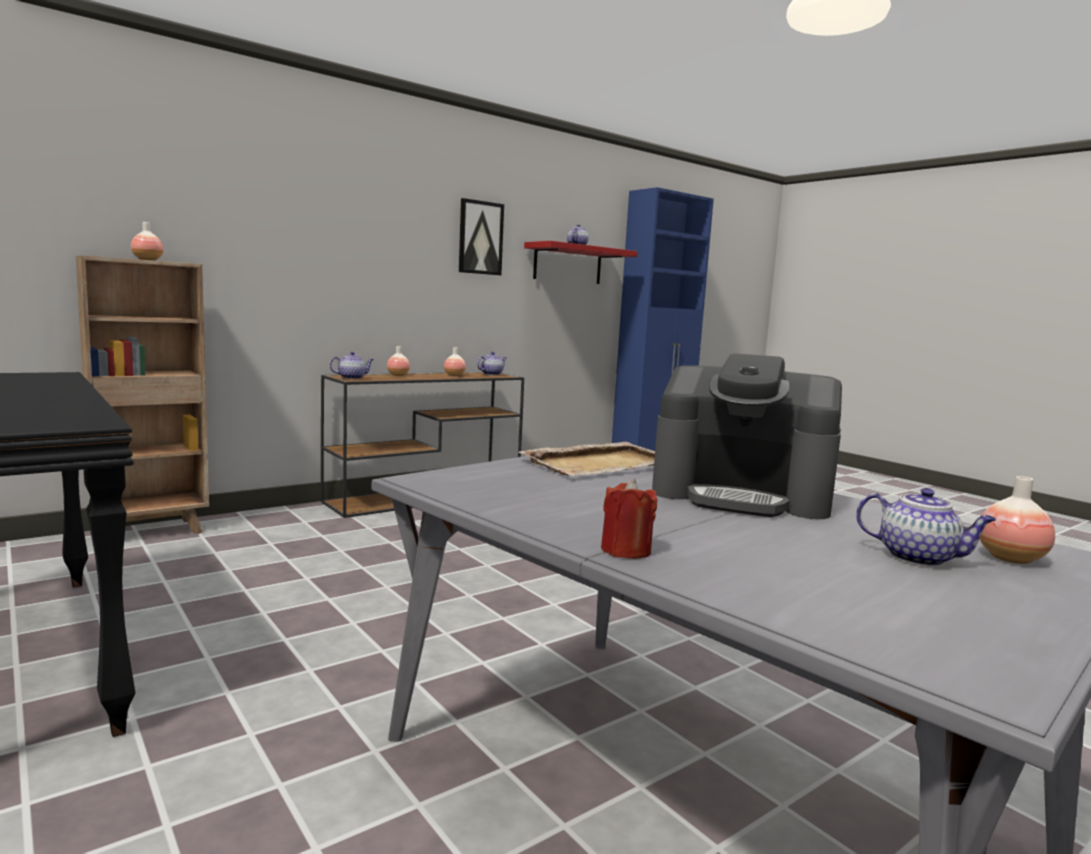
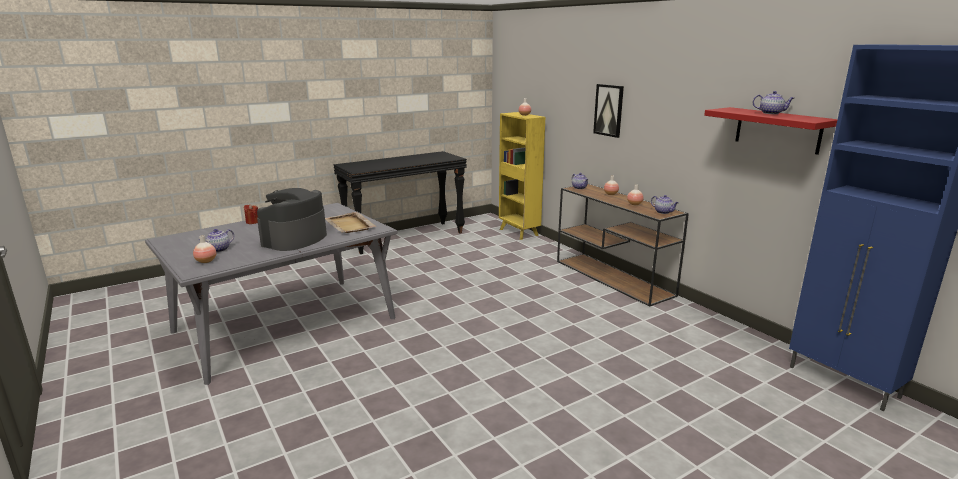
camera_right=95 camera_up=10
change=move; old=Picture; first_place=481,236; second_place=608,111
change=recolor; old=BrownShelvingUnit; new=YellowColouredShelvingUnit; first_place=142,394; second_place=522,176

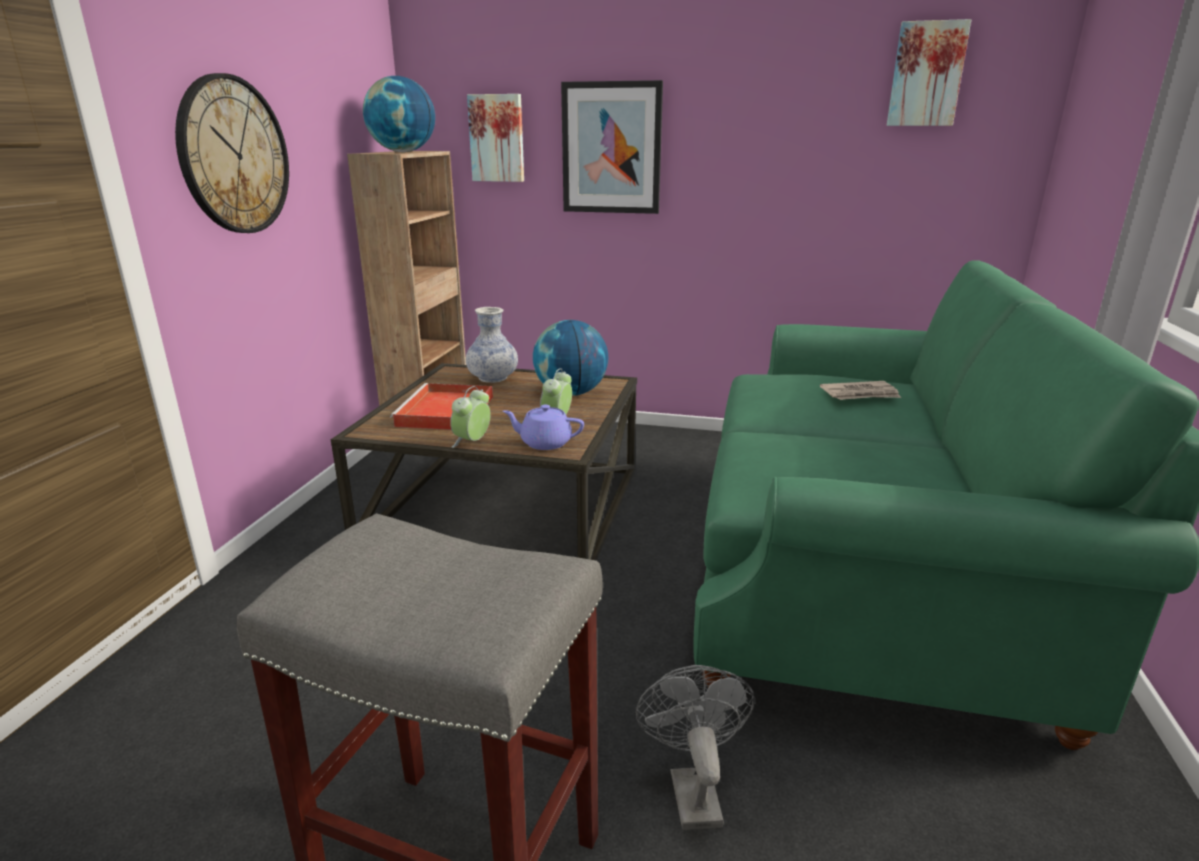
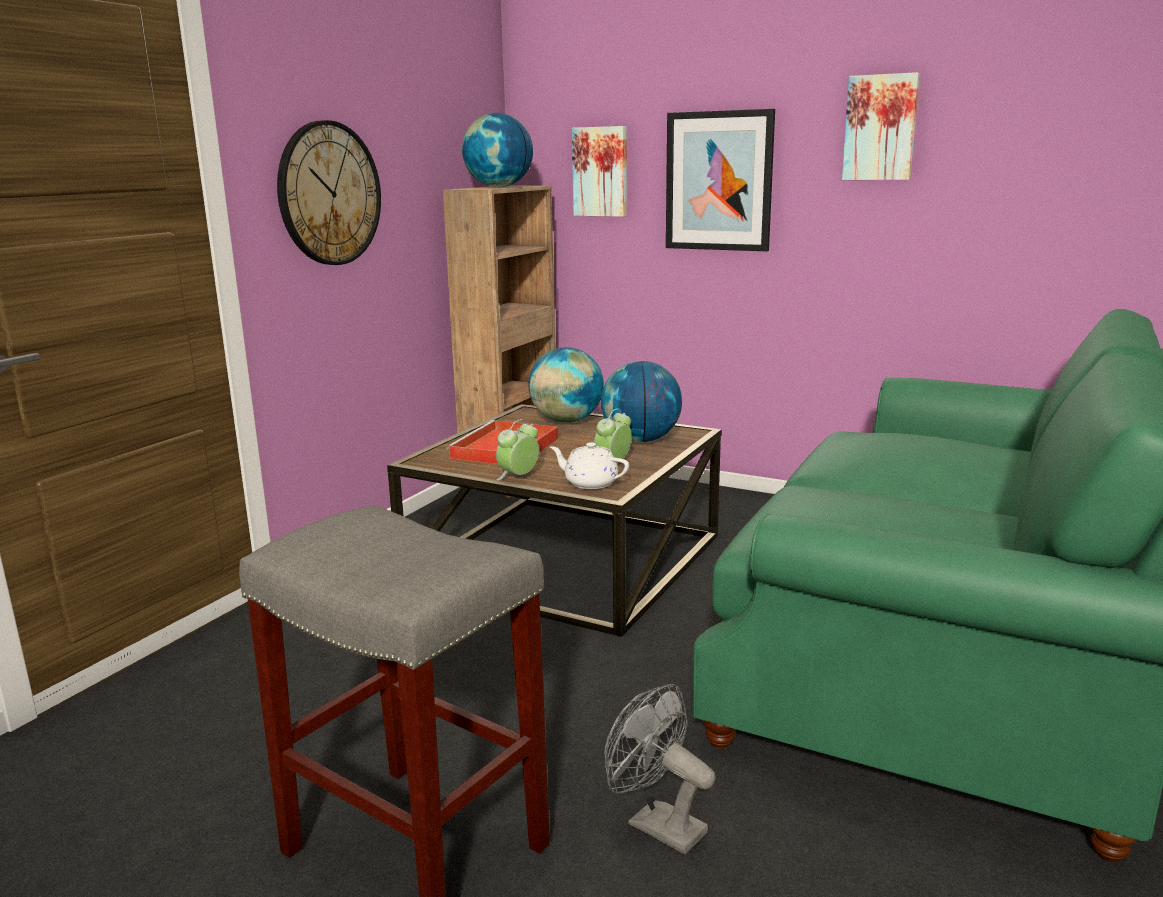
camera_right=15 camera_up=-5
change=move; old=Picture; first_place=929,72; second_place=881,126
change=replace; old=DecorativeVase; new=Globe; first_place=492,345; second_place=566,385
change=delete; old=DailyPaper; first_place=860,390
change=recolor; old=PurpleTeaPot; new=WhitishTeaPot; first_place=543,427; second_place=589,465
change=rotate; old=GreyishFan; first_place=695,747; second_place=659,769; degrees=-60

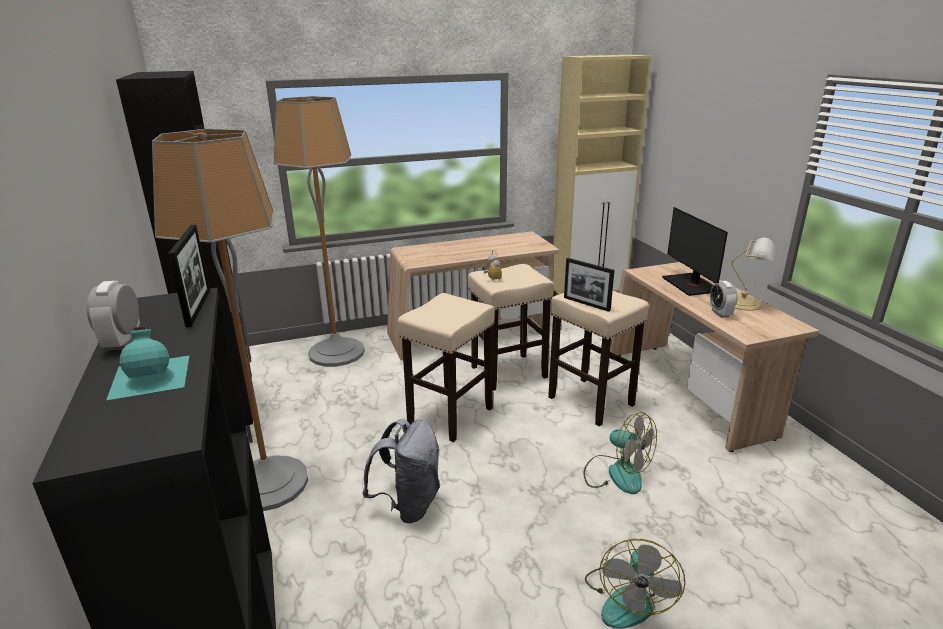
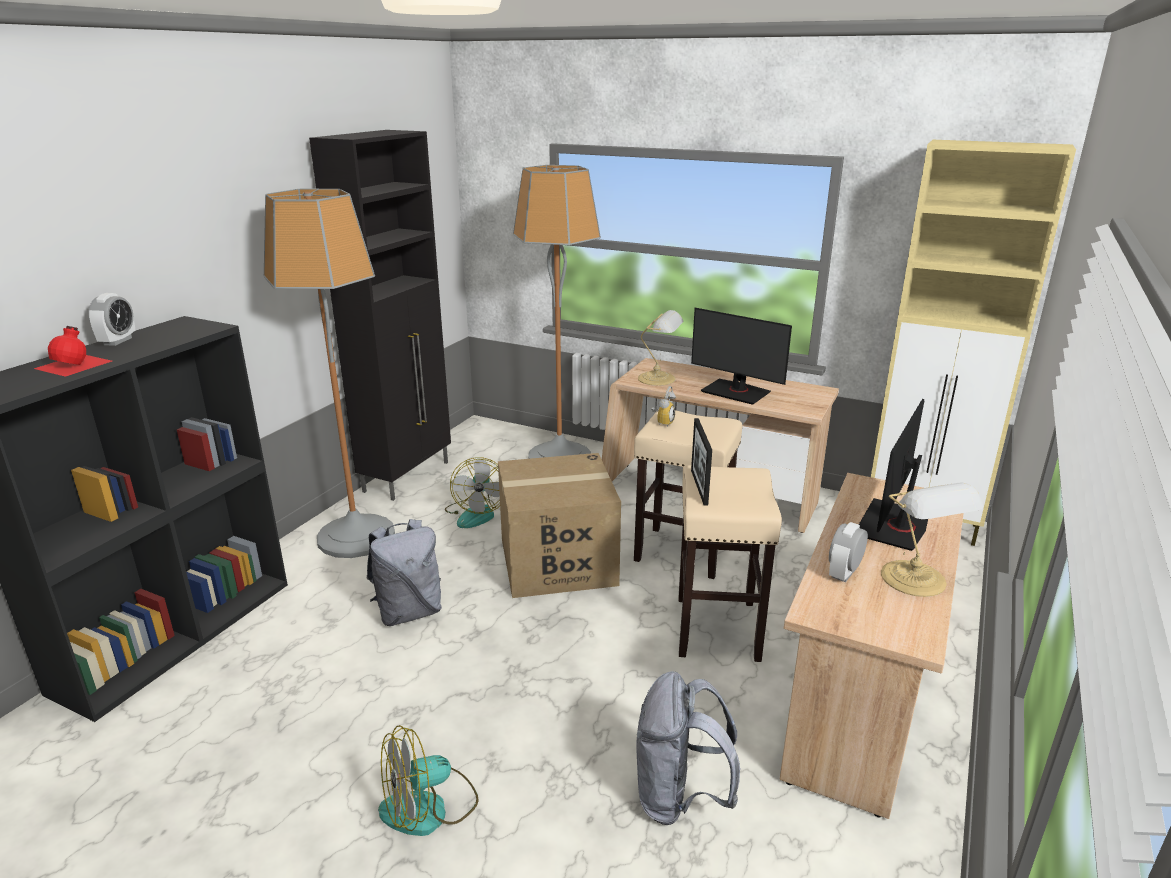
camera_right=45 camera_up=0
change=delete; old=PictureFrame; first_place=189,275
change=rotate; old=TableClock; first_place=113,315; second_place=111,319; degrees=150
change=replace; old=BeigeStool; new=Carton; first_place=446,367; second_place=559,525
change=recolor; old=TurquoiseBottle; new=RedBottle; first_place=147,363; second_place=73,351
change=move; old=Fan; first_place=620,453; second_place=472,492
change=insert; new=ComputerDisplay; second_place=741,356
change=insert; new=LampForATable; second_place=660,348
change=insert; new=GreyishRucksack; second_place=688,748

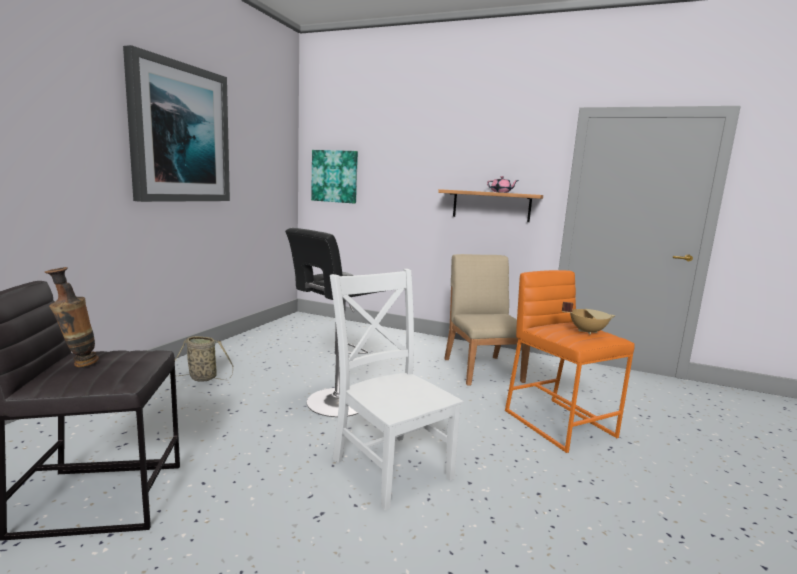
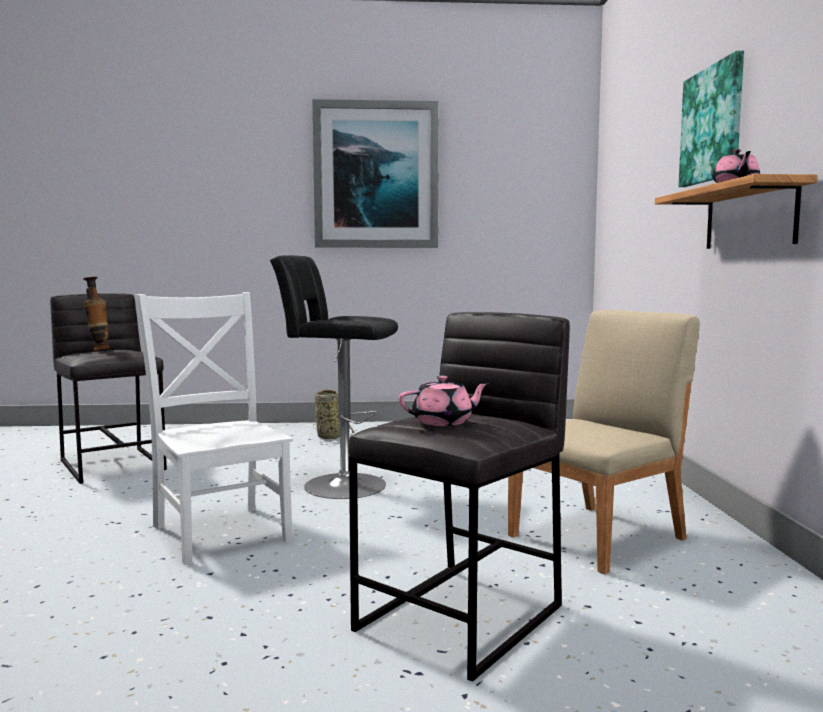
camera_right=65 camera_up=-5
change=move; old=Picture; first_place=334,176; second_place=711,119
change=rotate; old=WhitishChair; first_place=396,389; second_place=214,428; degrees=-60
change=recolor; old=OrangeyStool; new=GreyishStool; first_place=570,361; second_place=459,497
change=replace; old=BeigeCookingPot; new=PinkishTeaPot; first_place=588,318; second_place=444,400

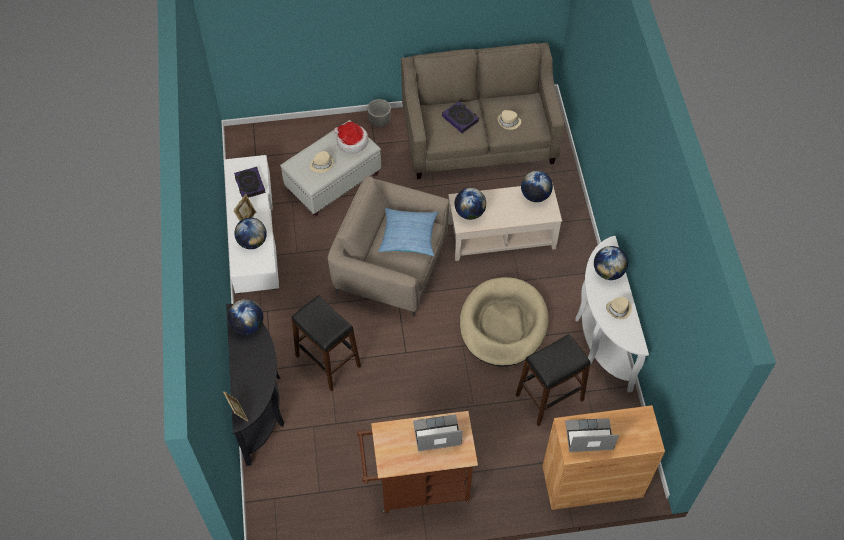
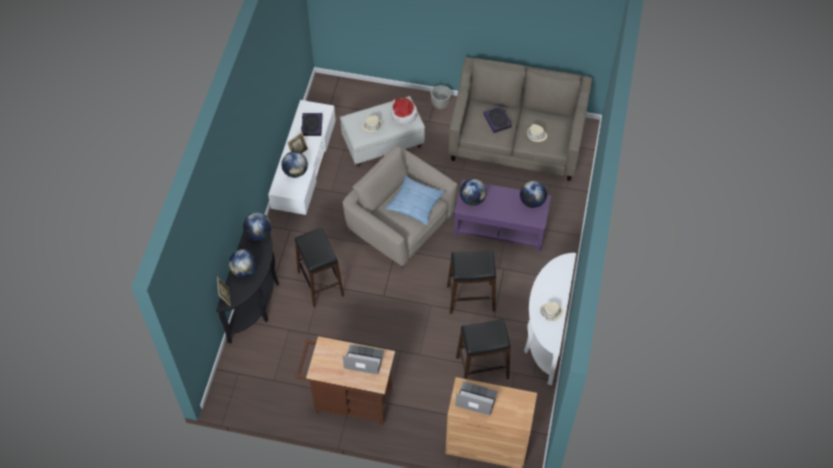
camera_right=20 camera_up=0
change=recolor; old=BeigeLowTable; new=PurpleLowTable; first_place=505,222; second_place=502,216
change=move; old=Globe; first_place=611,263; second_place=243,263
change=replace; old=BeigePetBed; new=BlackColouredStool; first_place=504,321; second_place=471,282

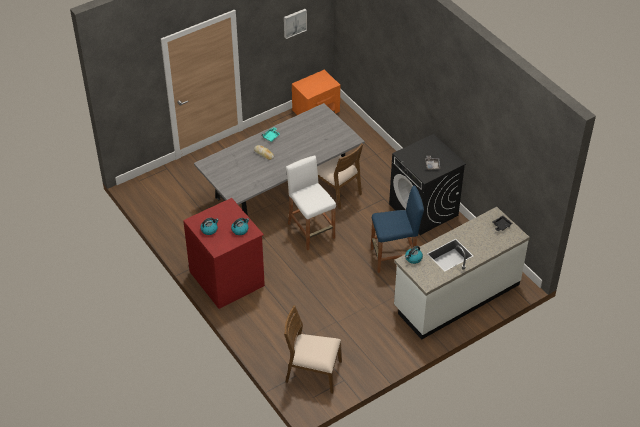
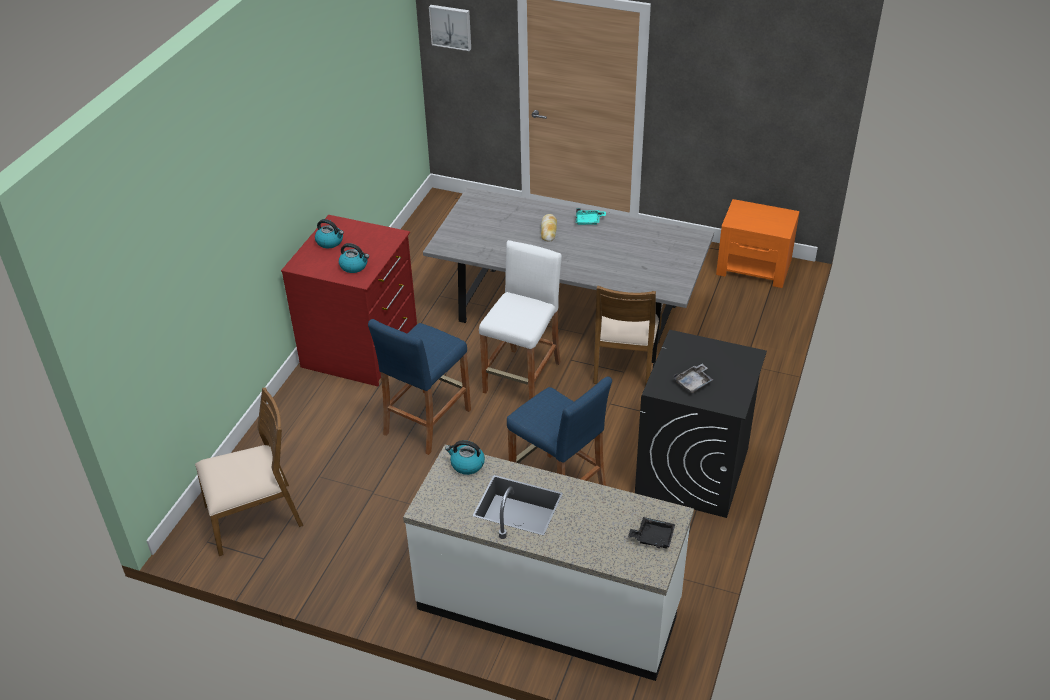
camera_right=55 camera_up=-5
change=move; old=Picture; first_place=295,24; second_place=450,28
change=rotate; old=BrownChair; first_place=313,350; second_place=249,472; degrees=90
change=insert; new=BlueColouredStool; second_place=419,387

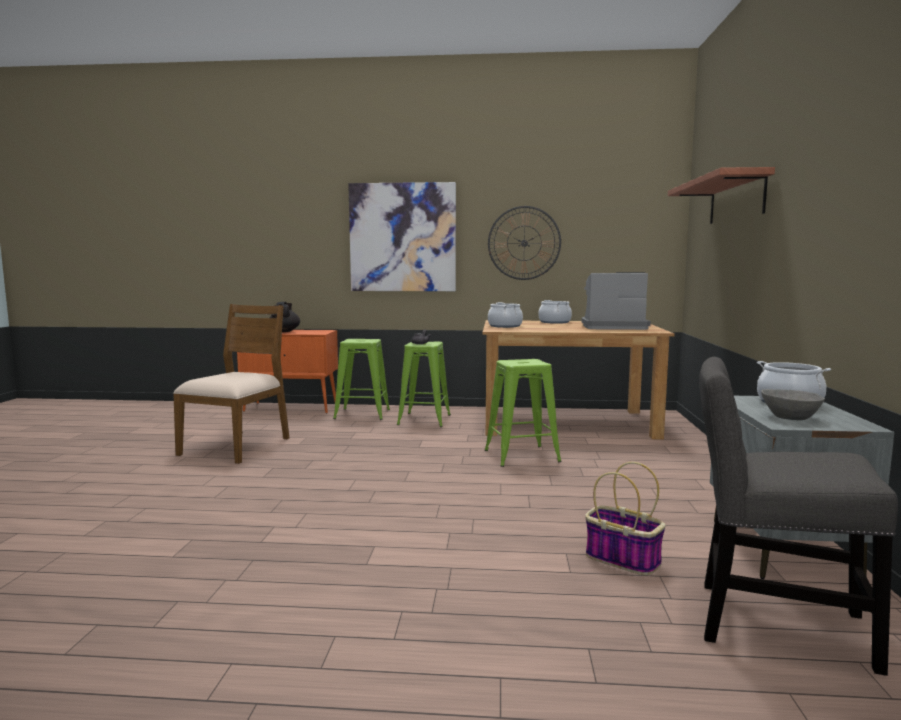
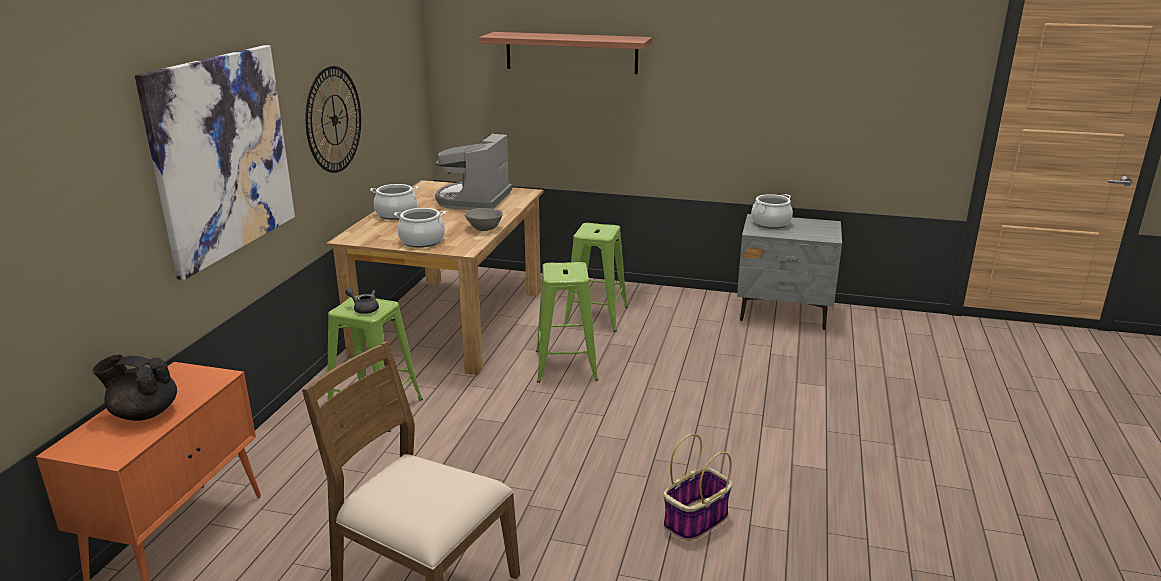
camera_right=-80 camera_up=15
change=move; old=GreenColouredStool; first_place=361,379; second_place=595,277
change=delete; old=GreyishChair; first_place=798,516
change=move; old=GreyishServingBowl; first_place=793,404; second_place=484,219
change=move; old=StorageBasket; first_place=625,518; second_place=698,487

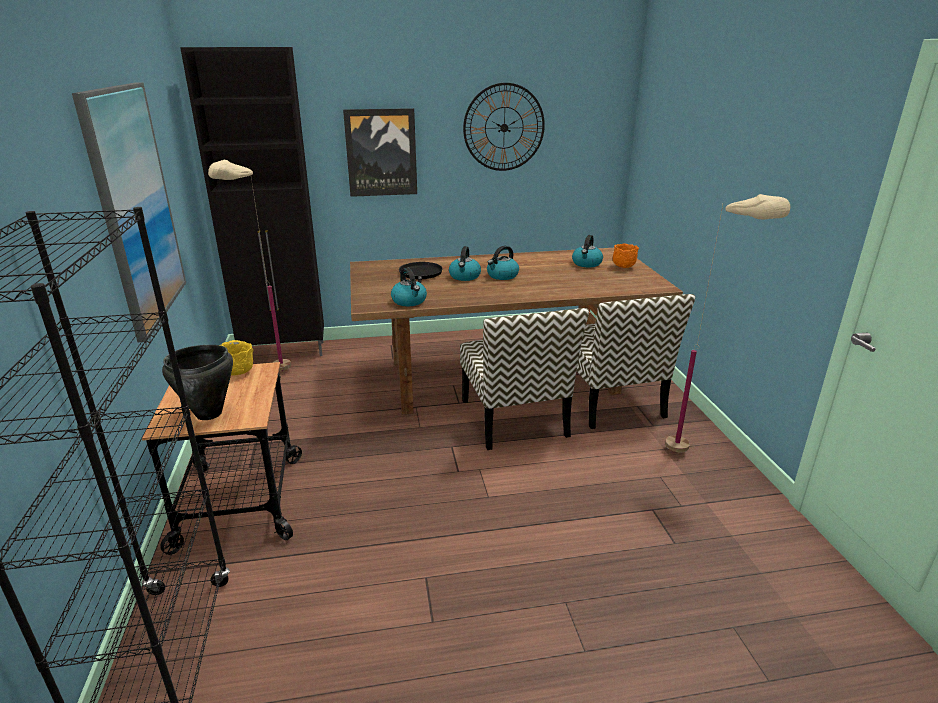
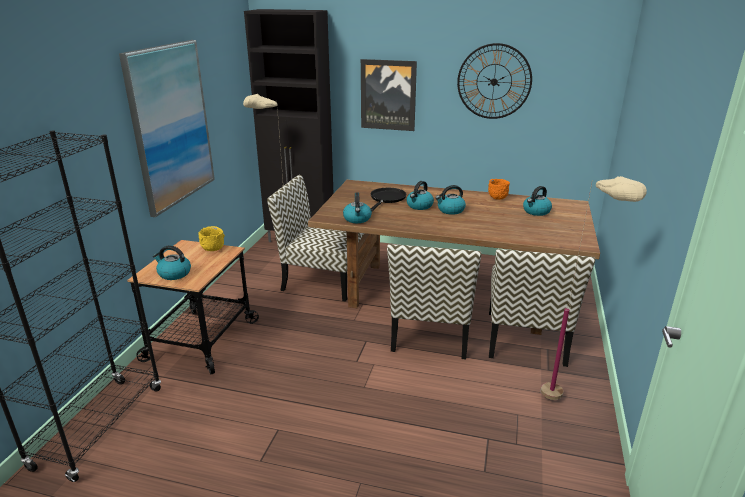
camera_right=25 camera_up=0
change=move; old=OrangeyServingBowl; first_place=626,256; second_place=499,189
change=replace; old=BlackColouredCookingPot; new=Kettle; first_place=197,382; second_place=172,262
change=insert; new=Chair; second_place=315,238

